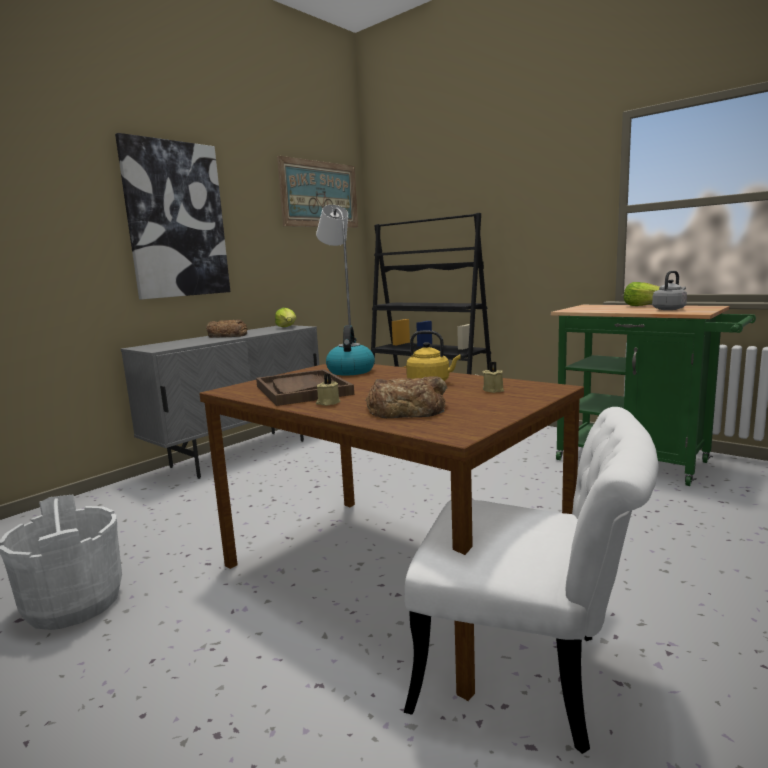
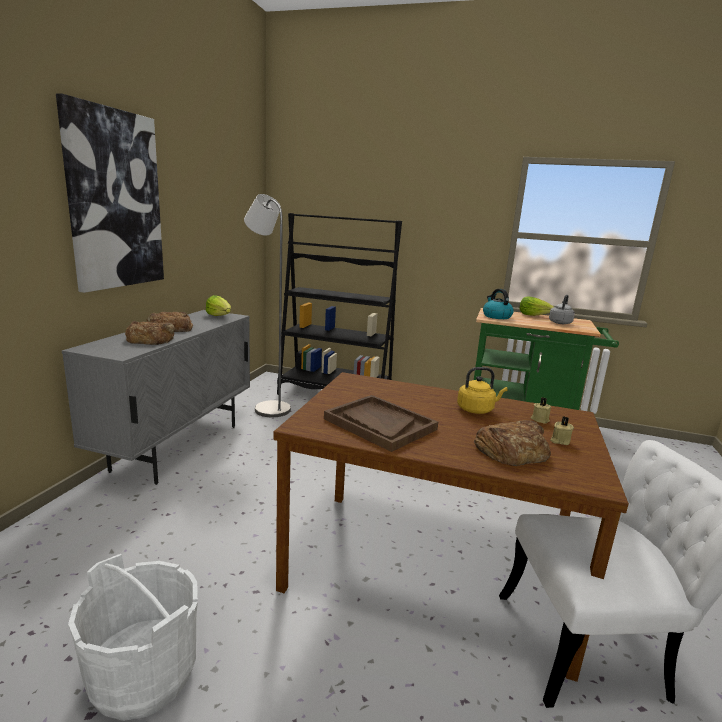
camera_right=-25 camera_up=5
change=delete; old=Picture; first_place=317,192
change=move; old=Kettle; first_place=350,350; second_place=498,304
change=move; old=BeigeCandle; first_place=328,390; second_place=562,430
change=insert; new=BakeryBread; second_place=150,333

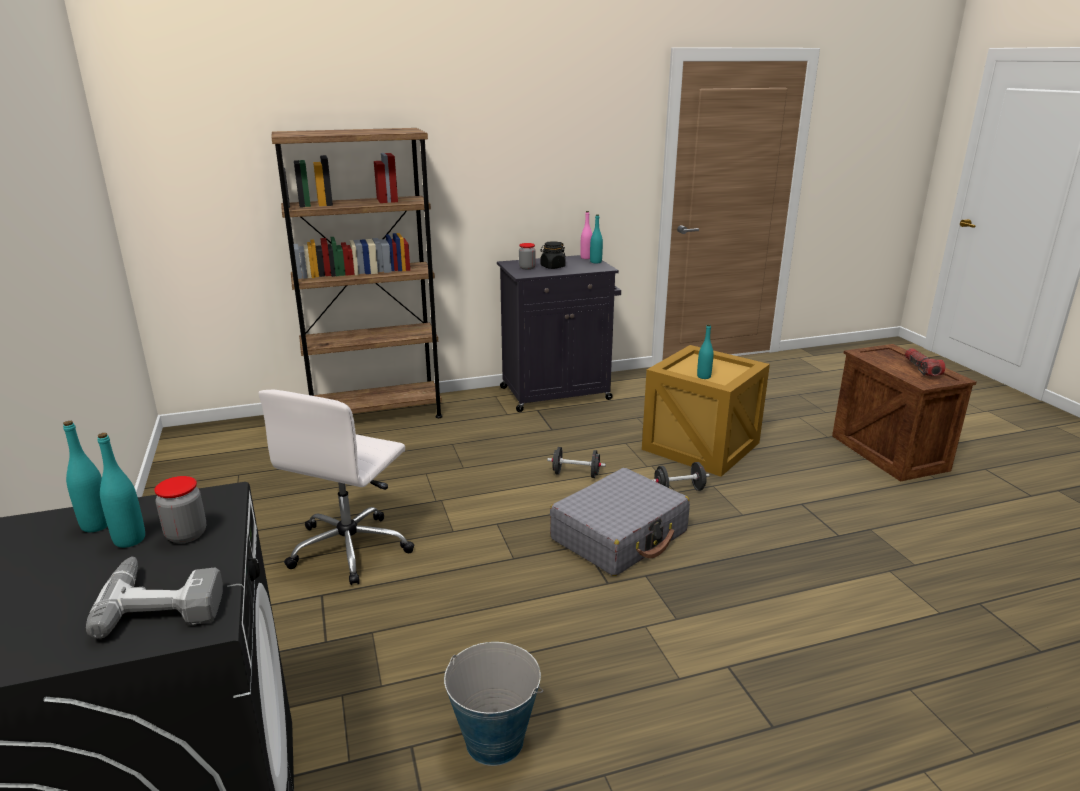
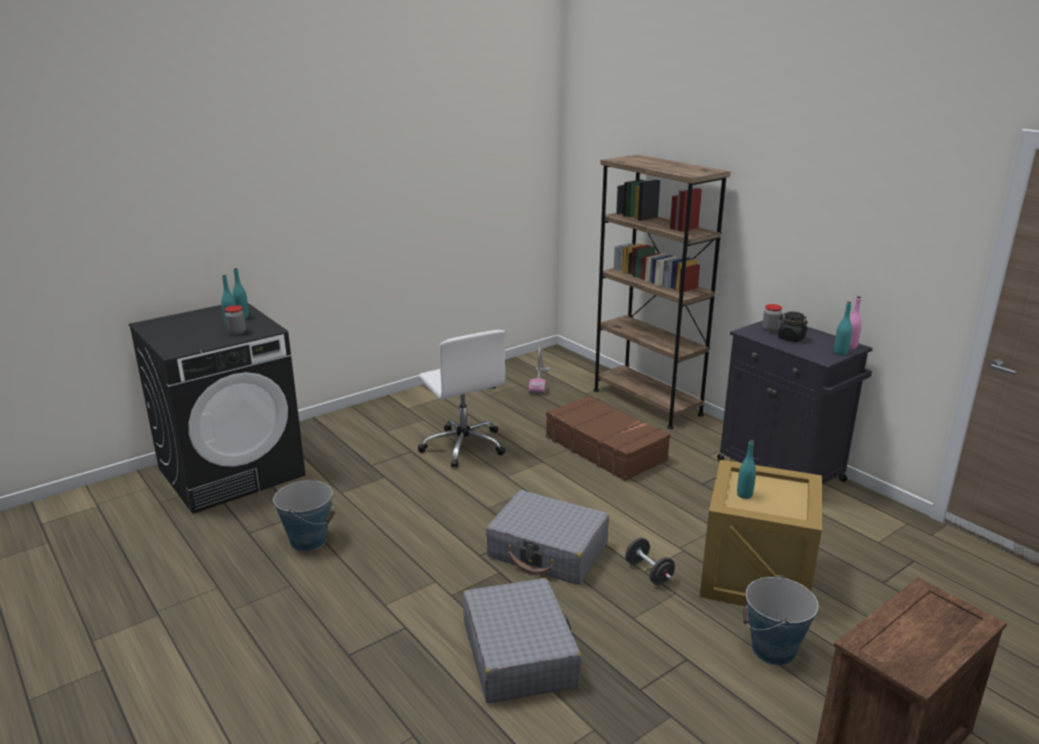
camera_right=70 camera_up=0
change=delete; old=Torch; first_place=925,362
change=rotate; old=WhitishOfficeChair; first_place=336,487; second_place=462,399; degrees=-120
change=delete; old=BlackColouredFreeWeight; first_place=576,462
change=delete; old=PowerDrill; first_place=154,598
change=insert; new=VacuumCleaner; second_place=539,371
change=insert; new=BrownPieceOfLuggage; second_place=608,438
change=insert; new=Pail; second_place=780,620
change=insert; new=GreyishPieceOfLuggage; second_place=522,641

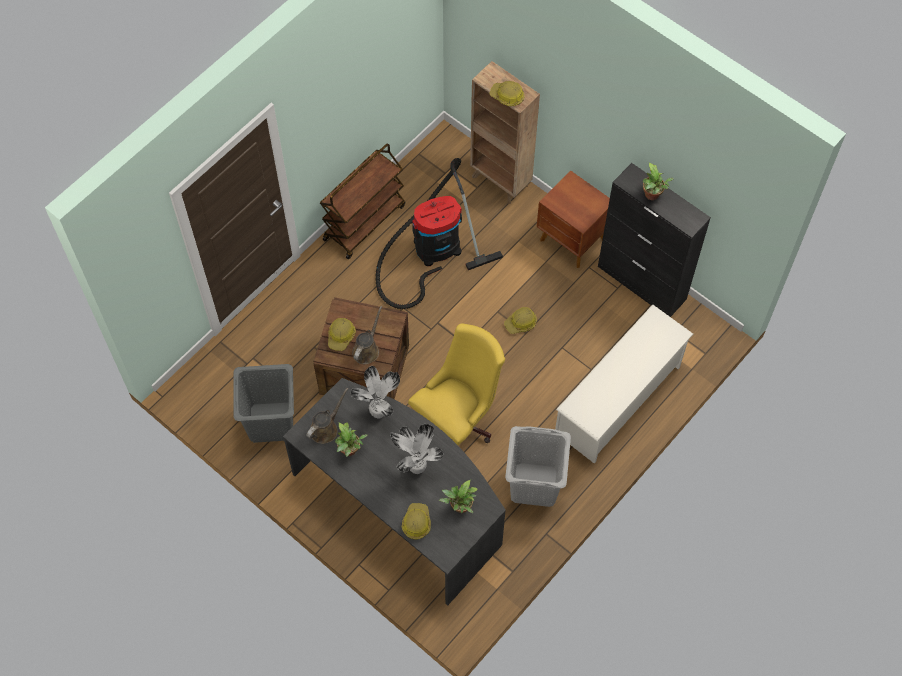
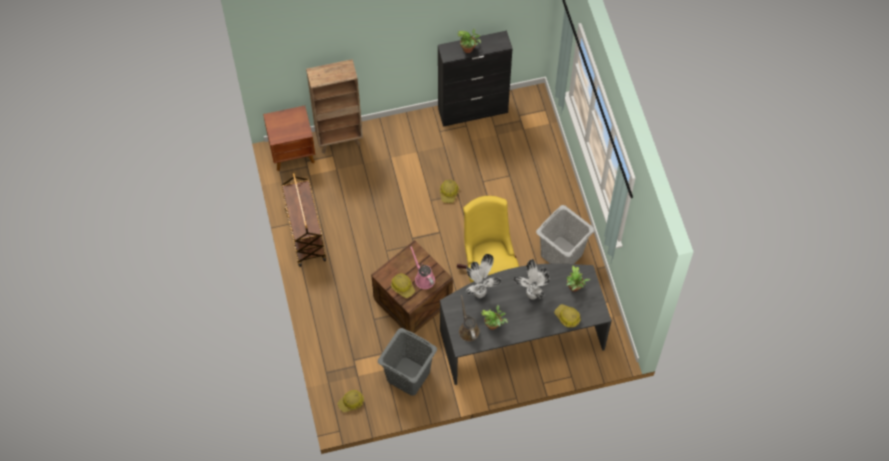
camera_right=-55 camera_up=0
change=move; old=HardHat; first_place=507,93; second_place=351,401
change=delete; old=VacuumCleaner; first_place=439,233
change=move; old=BrownNightstand; first_place=573,219; second_place=289,138
change=delete; old=WhitishShoeRack; first_place=624,384
change=recolor; old=BrownWateringCan; new=PinkishWateringCan; first_place=367,335; second_place=422,267

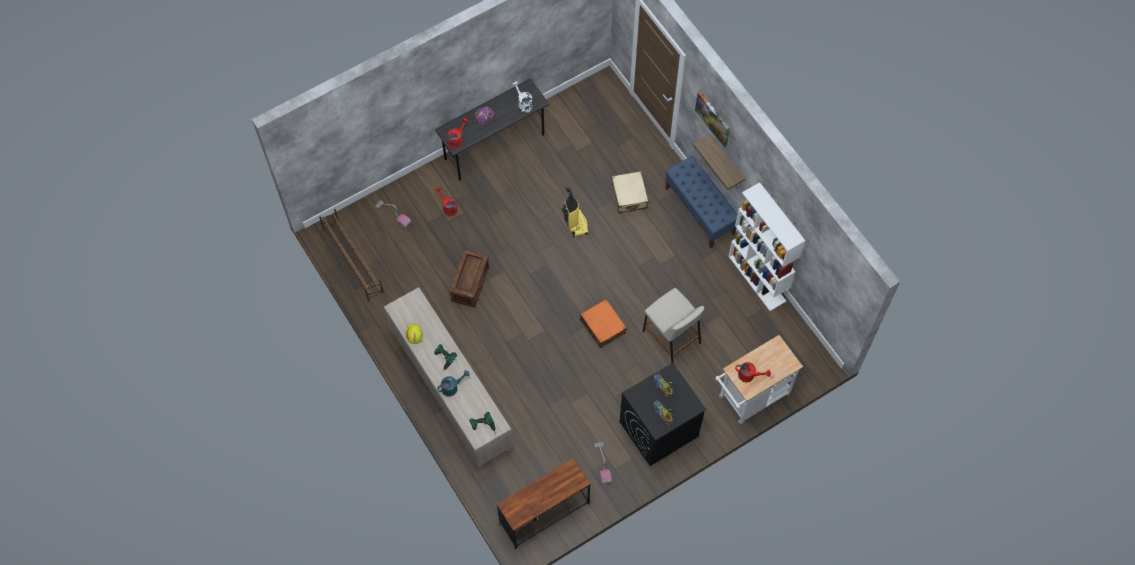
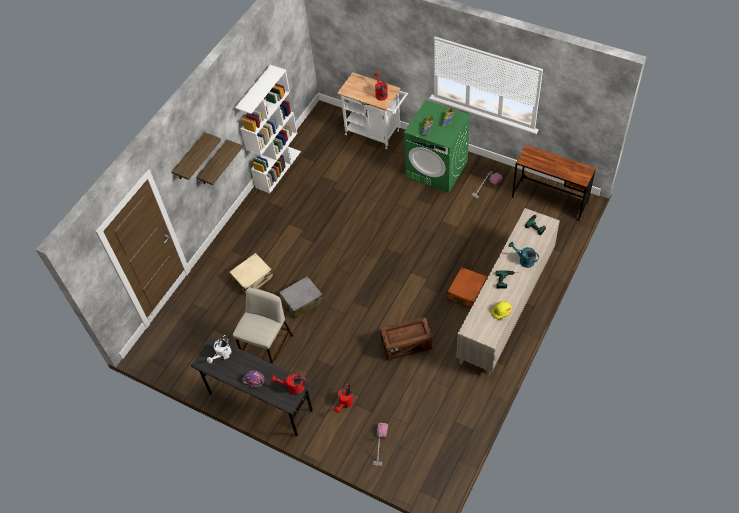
camera_right=-115 camera_up=-10
change=replace; old=Picture; new=WallShelf; first_place=712,119; second_place=196,156
change=delete; old=BlueColouredIndoorBench; first_place=701,202
change=replace; old=VacuumCleaner; new=GreyishPieceOfLuggage; first_place=575,212; second_place=301,297
change=delete; old=BrownShoeRack; first_place=351,255
change=move; old=BeigeStool; first_place=673,325; second_place=263,326
change=move; old=OrangeyPieceOfLuggage; first_place=603,324; second_place=467,288
change=recolor; old=BlackColouredLaundryAppliance; new=GreenColouredLaundryAppliance; first_place=662,414; second_place=437,146

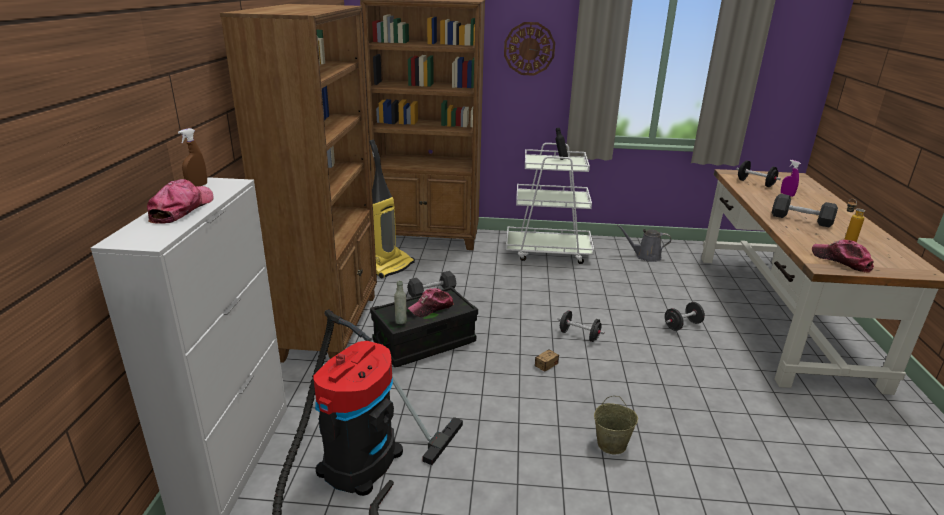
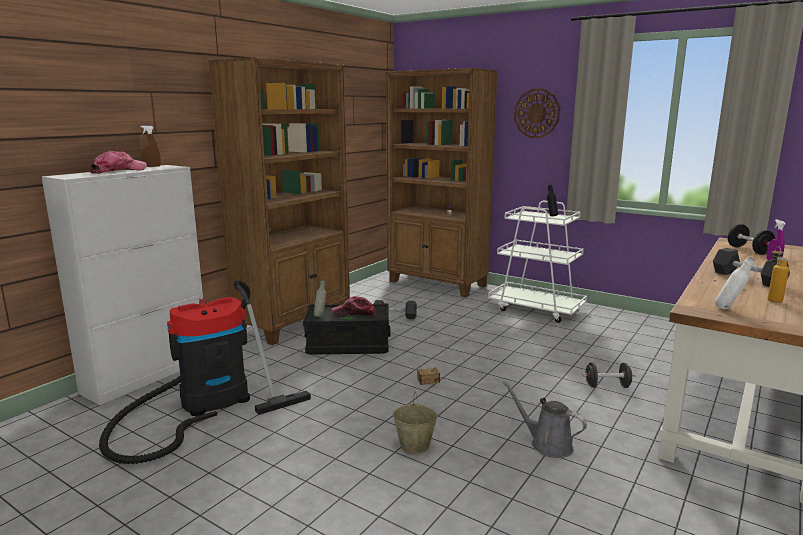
camera_right=30 camera_up=-10
change=delete; old=VacuumCleaner; first_place=392,209
change=move; old=GreyishWateringCan; first_place=644,243; second_place=545,419
change=replace; old=PeakedCap; new=WhitishBottle; first_place=843,256; second_place=734,283
change=delete; old=BlackColouredFreeWeight; first_place=580,326

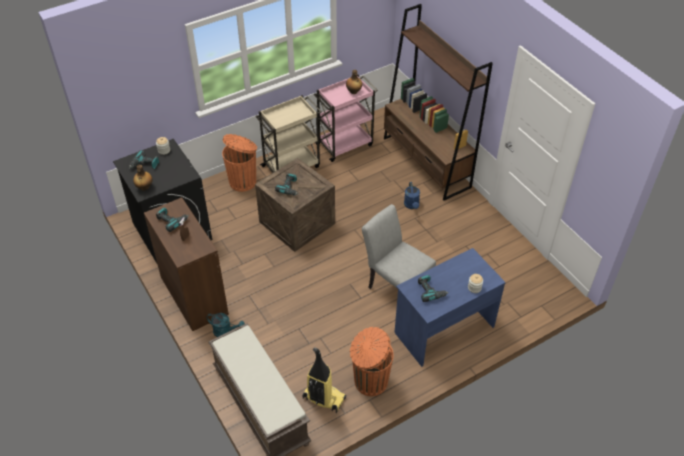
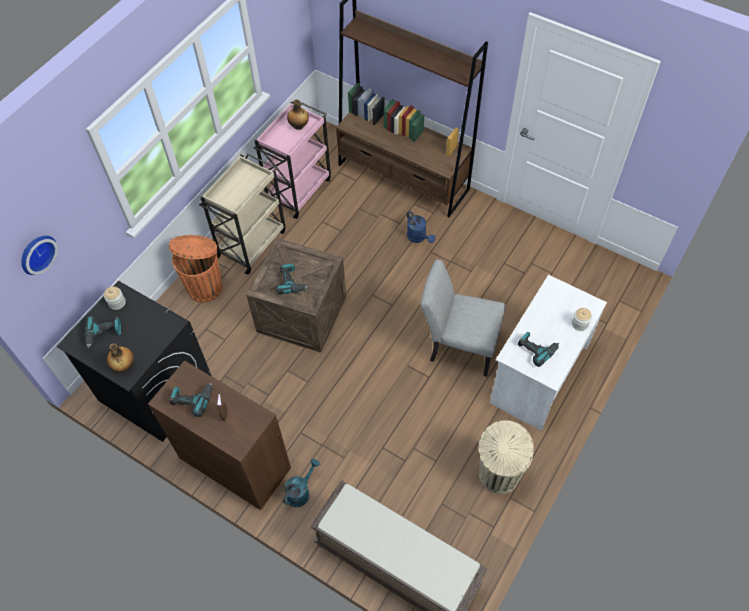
camera_right=-25 camera_up=10
change=recolor; old=BlueColouredDesk; new=WhitishDesk; first_place=450,307; second_place=548,353
change=rotate; old=TurquoiseWateringCan; first_place=226,325; second_place=301,483; degrees=-45
change=recolor; old=OrangeyRubbishBin; new=BeigeRubbishBin; first_place=372,361; second_place=506,457
change=delete; old=VacuumCleaner; first_place=324,380
change=insert; new=WallClock; second_place=39,255

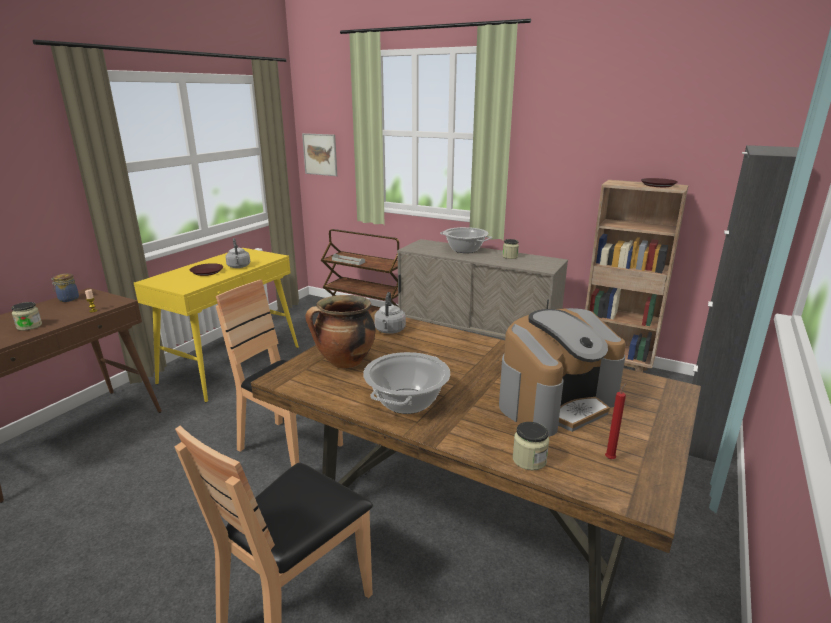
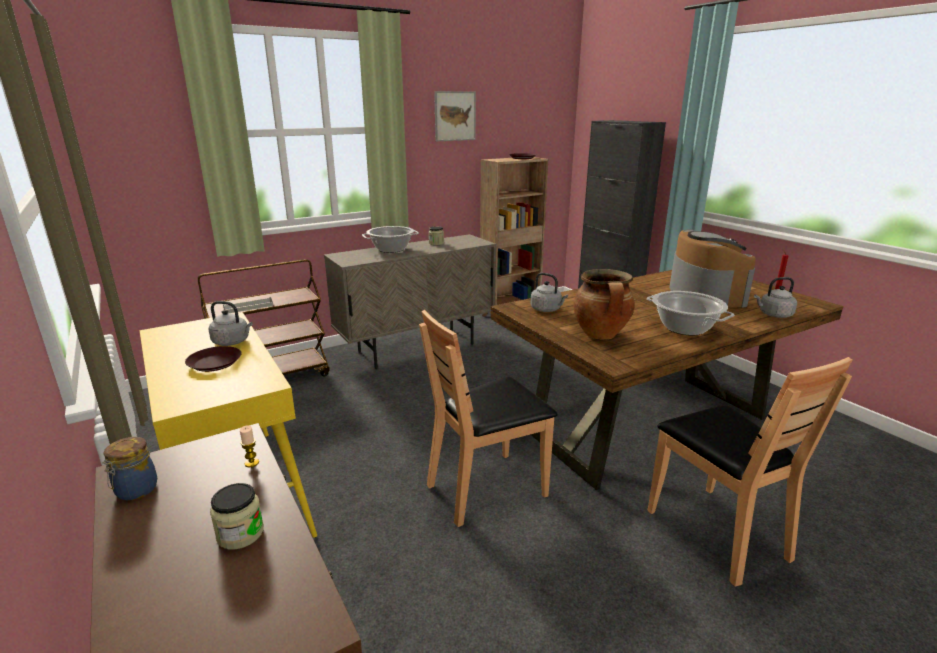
camera_right=-60 camera_up=0
change=move; old=Picture; first_place=319,154; second_place=455,116
change=replace; old=Jar; new=GreyishKettle; first_place=531,446; second_place=775,297

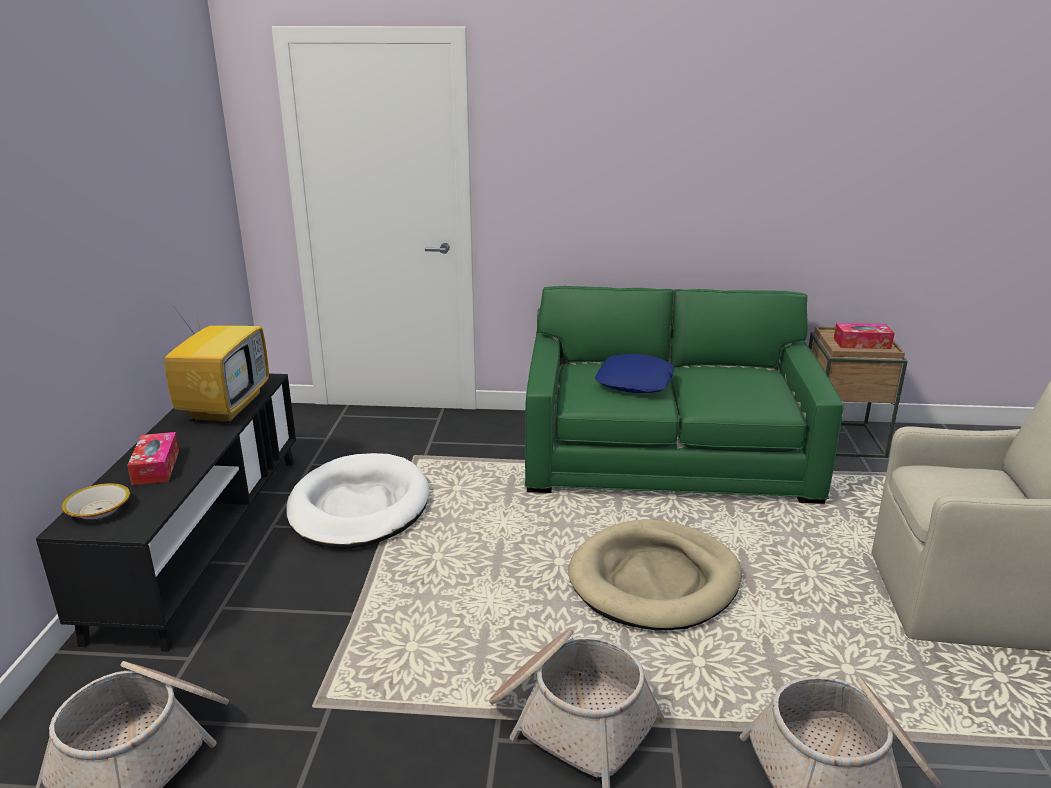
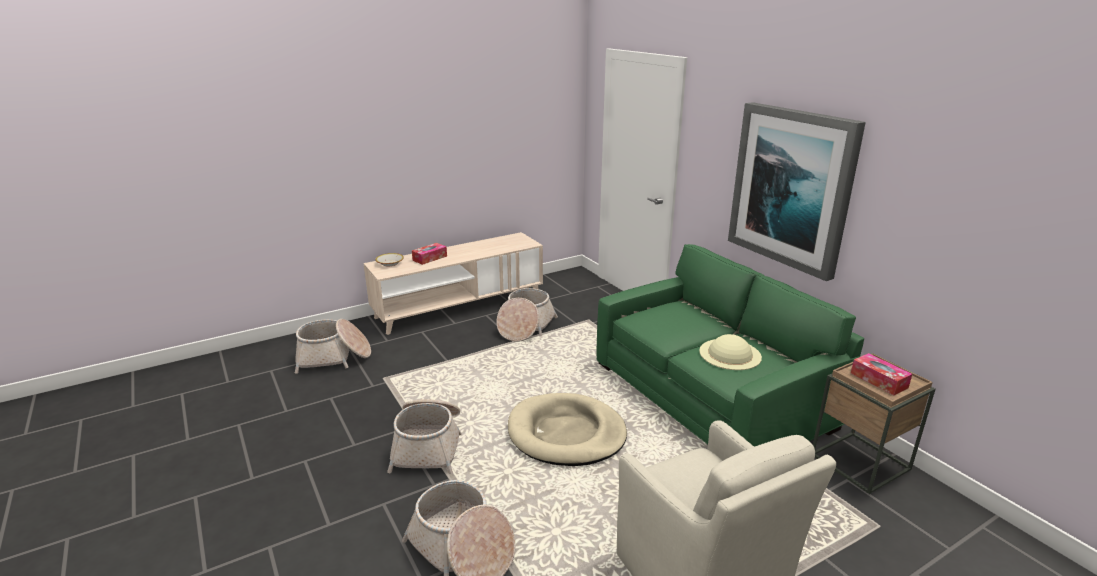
camera_right=55 camera_up=0
change=delete; old=Tv; first_place=216,351
change=delete; old=BlueColouredCushion; first_place=634,373
change=recolor; old=BlackColouredMediaConsole; new=BeigeMediaConsole; first_place=166,513; second_place=453,283
change=replace; old=WhitishPetBed; new=StorageBasket; first_place=357,501; second_place=527,315
change=insert; new=Picture; second_place=797,191
change=insert; new=BeigeWearableHat; second_place=730,352

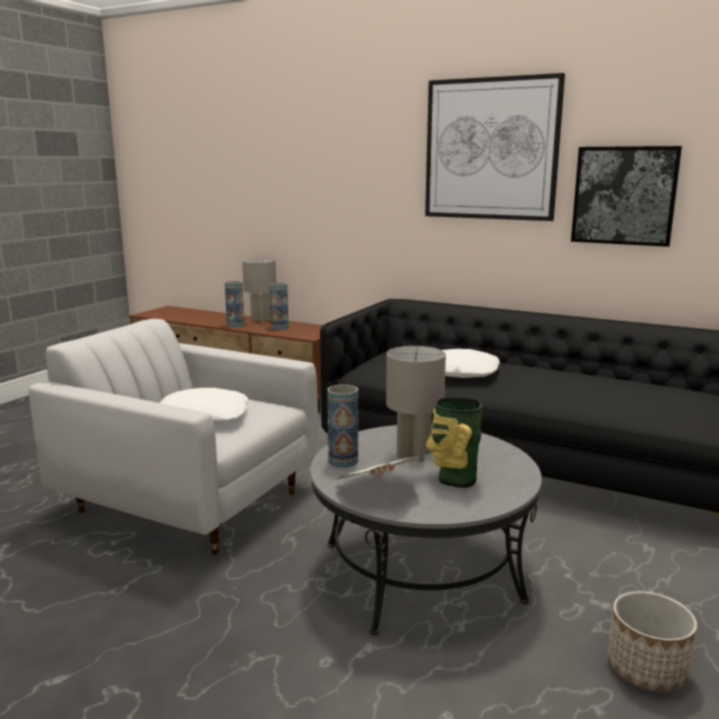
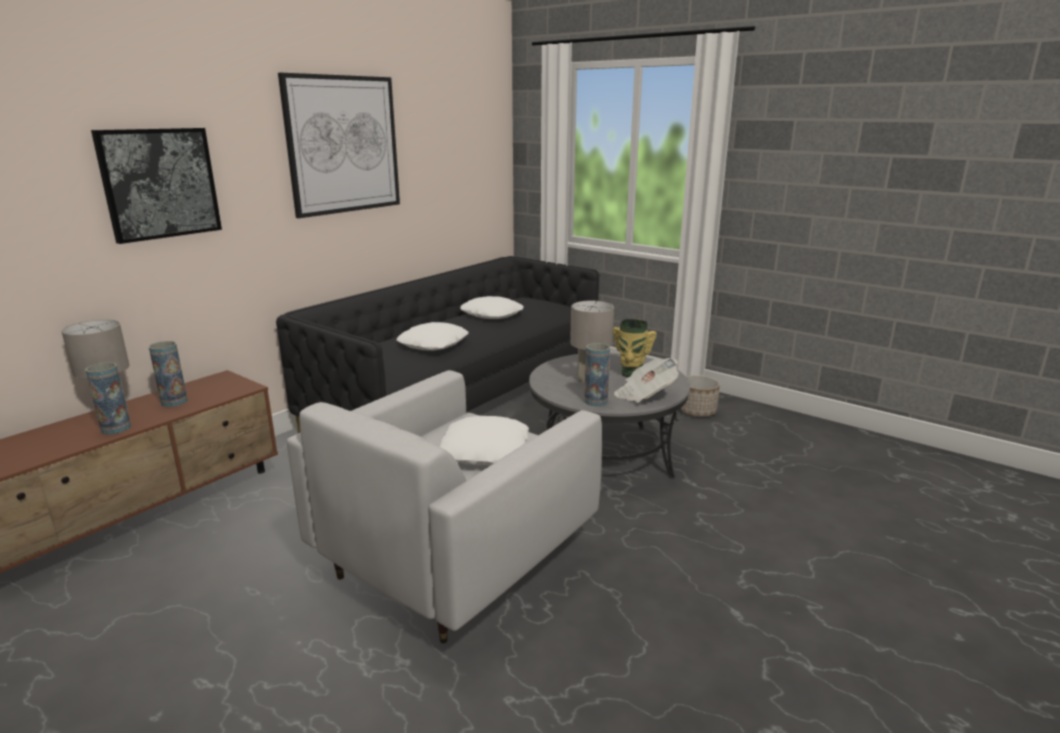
camera_right=-80 camera_up=5
change=move; old=Picture; first_place=626,196; second_place=156,186
change=insert; new=WhitishCushion; second_place=492,307

